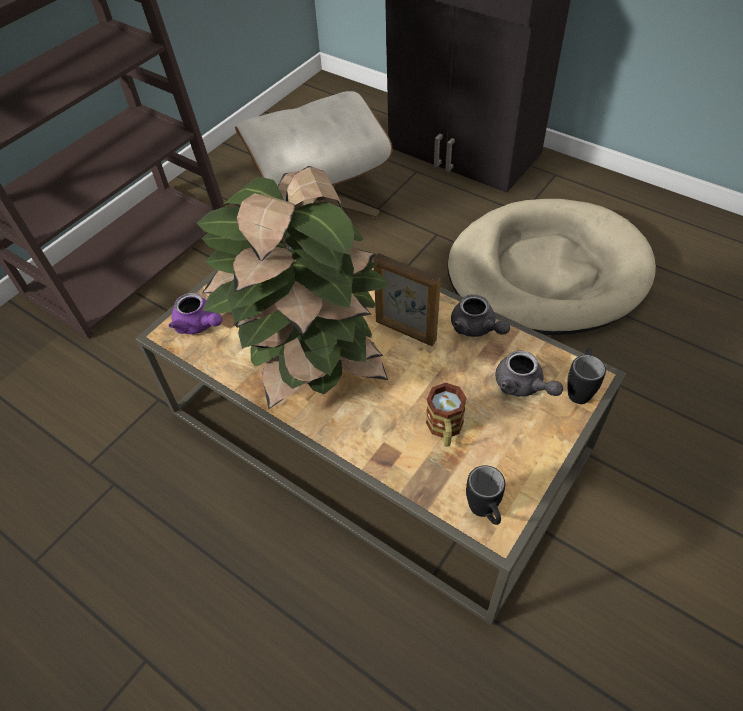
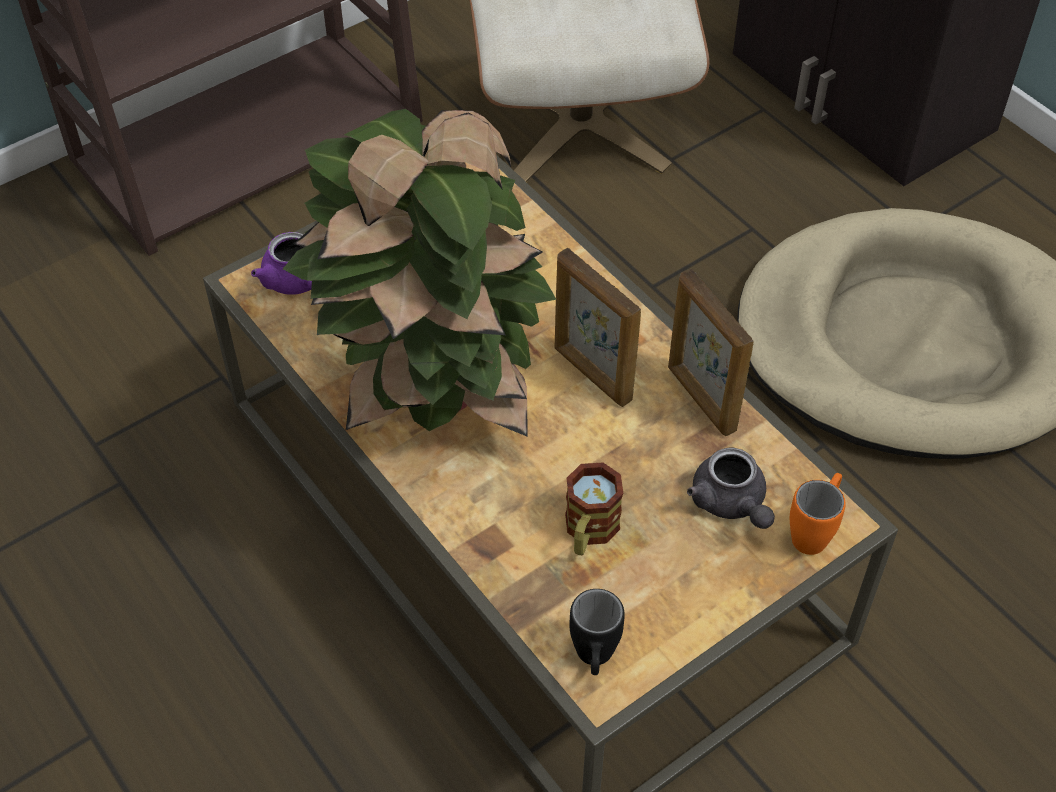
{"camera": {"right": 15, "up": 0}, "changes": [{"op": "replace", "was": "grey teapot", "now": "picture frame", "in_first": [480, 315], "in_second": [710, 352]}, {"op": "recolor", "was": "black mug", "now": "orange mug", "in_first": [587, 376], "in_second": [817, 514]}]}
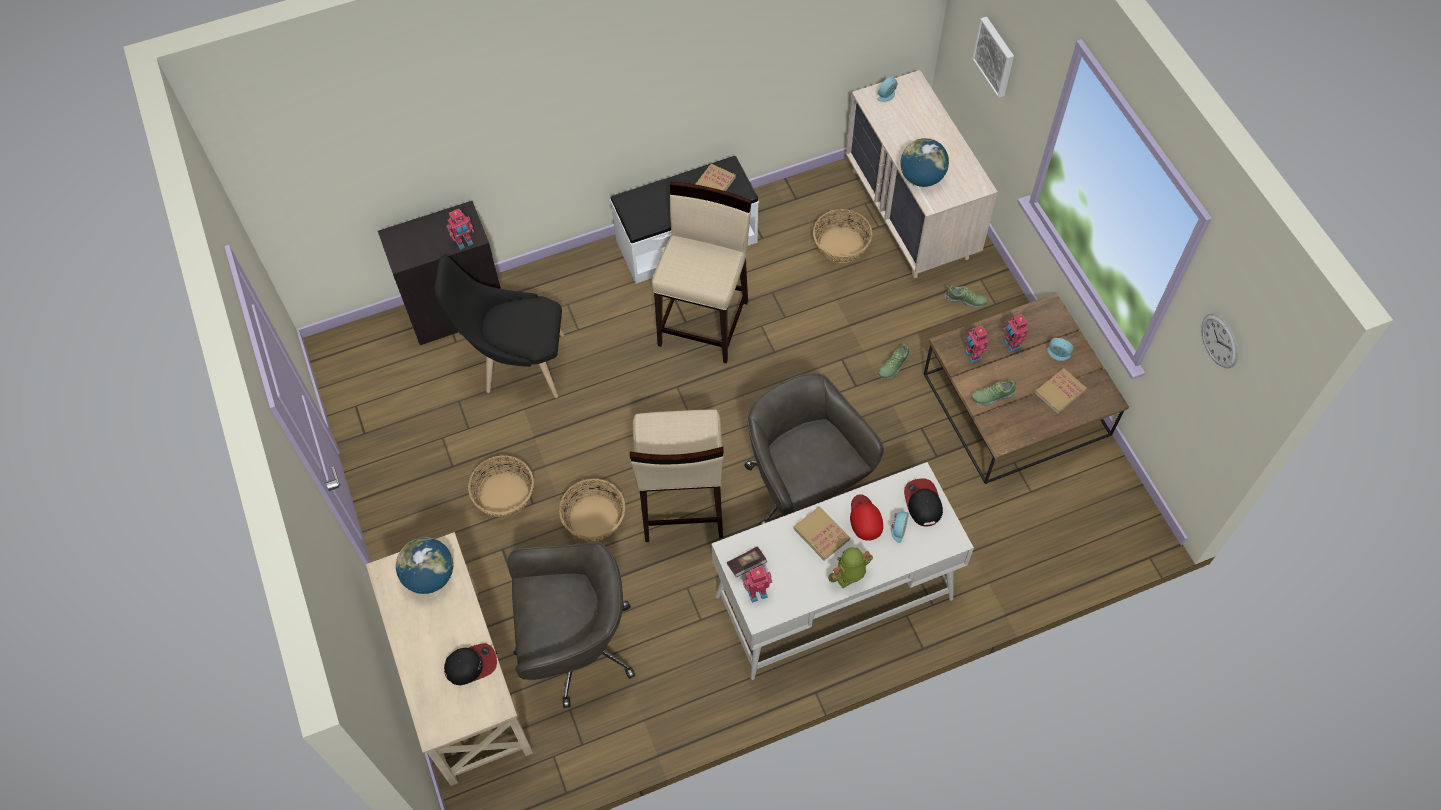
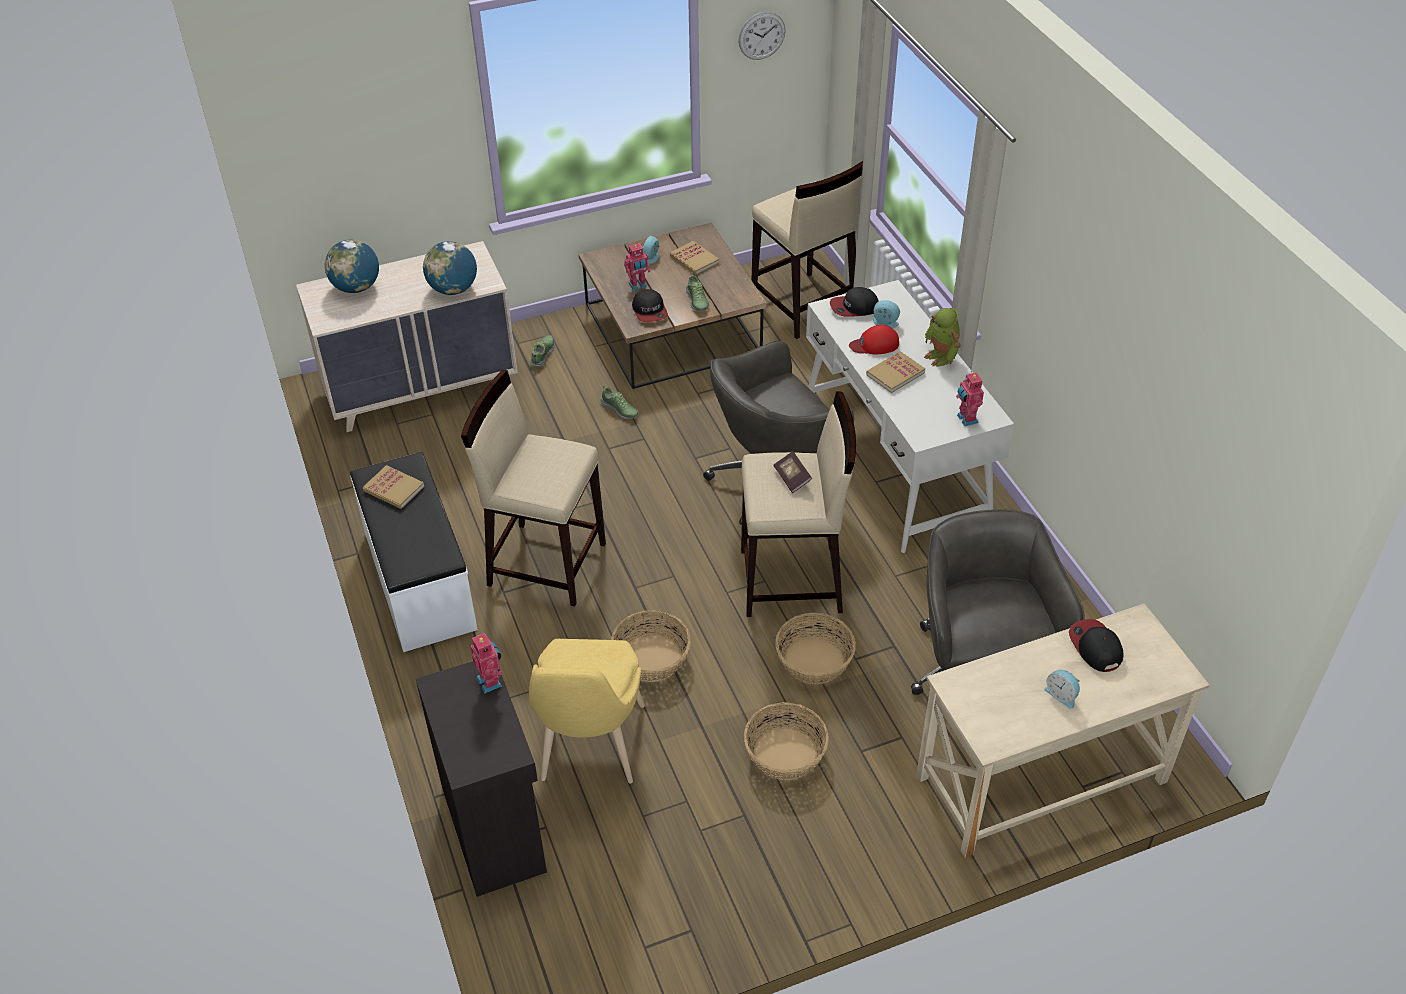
{"camera": {"right": -90, "up": -15}, "changes": [{"op": "move", "was": "globe", "in_first": [424, 565], "in_second": [352, 266]}, {"op": "recolor", "was": "black chair", "now": "yellow chair", "in_first": [500, 326], "in_second": [587, 711]}, {"op": "move", "was": "basket", "in_first": [842, 236], "in_second": [651, 646]}, {"op": "replace", "was": "toy robot", "now": "cap", "in_first": [976, 345], "in_second": [650, 305]}, {"op": "insert", "now": "beige stool", "in_second": [807, 250]}, {"op": "move", "was": "book", "in_first": [747, 561], "in_second": [792, 472]}, {"op": "move", "was": "alarm clock", "in_first": [887, 89], "in_second": [1062, 689]}, {"op": "delete", "was": "picture", "in_first": [993, 57]}]}
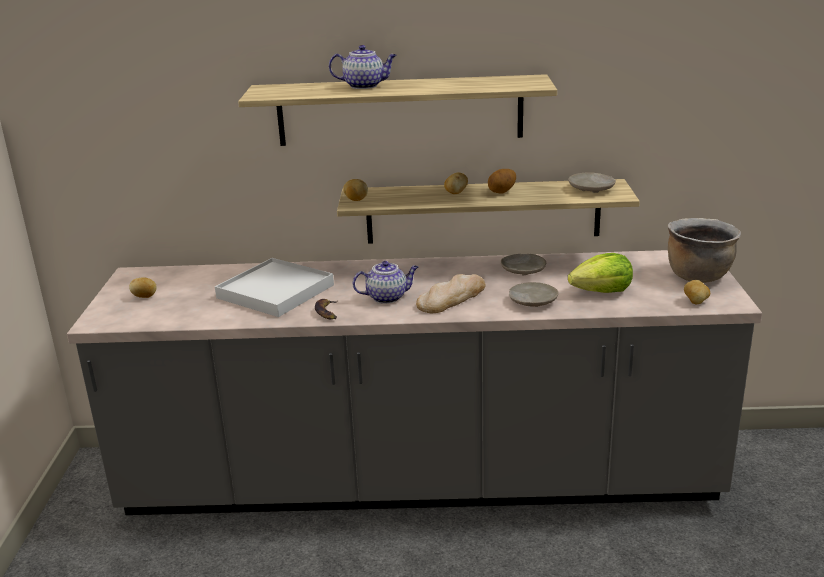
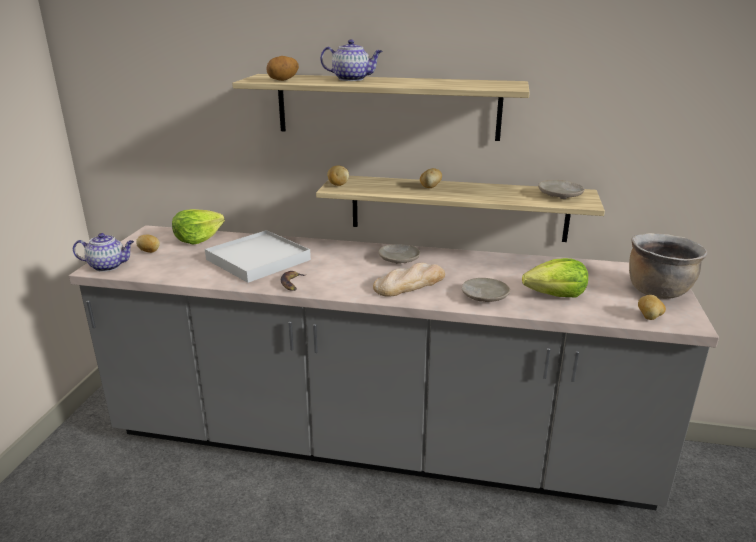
{"camera": {"right": 10, "up": 0}, "changes": [{"op": "move", "was": "teapot", "in_first": [385, 282], "in_second": [103, 252]}, {"op": "insert", "now": "lettuce", "in_second": [198, 227]}, {"op": "move", "was": "potato", "in_first": [502, 181], "in_second": [282, 68]}, {"op": "move", "was": "beige plate", "in_first": [523, 265], "in_second": [399, 254]}]}
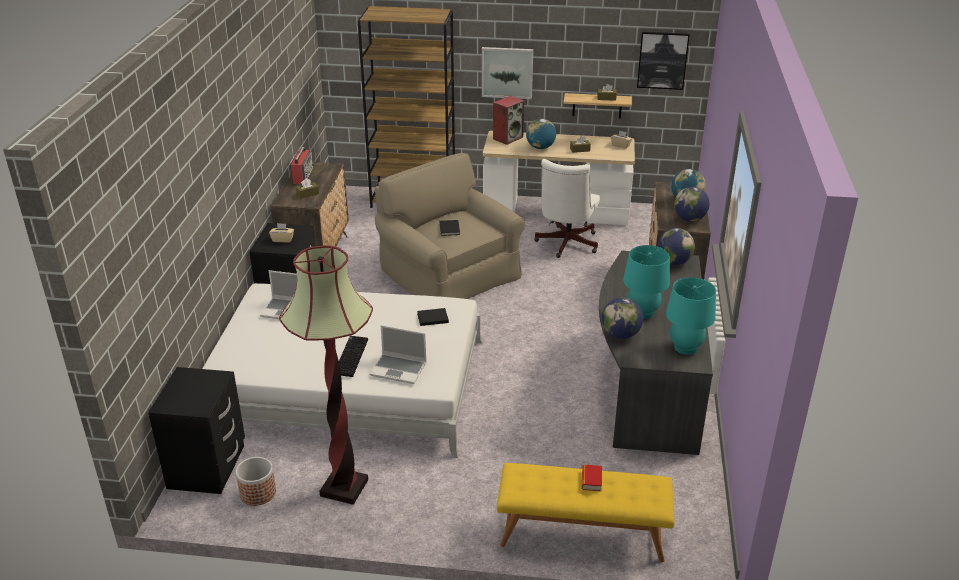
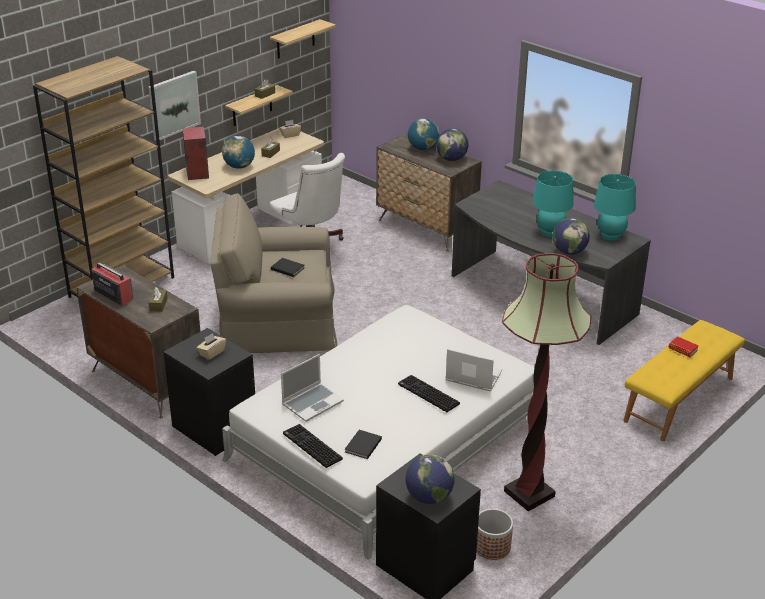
{"camera": {"right": -55, "up": 0}, "changes": [{"op": "replace", "was": "picture", "now": "shelf", "in_first": [663, 61], "in_second": [303, 39]}, {"op": "insert", "now": "keyboard", "in_second": [313, 446]}, {"op": "move", "was": "black book", "in_first": [433, 317], "in_second": [363, 444]}, {"op": "move", "was": "globe", "in_first": [676, 246], "in_second": [429, 479]}, {"op": "rotate", "was": "laptop", "in_first": [398, 354], "in_second": [473, 370], "clockwise": -120}]}
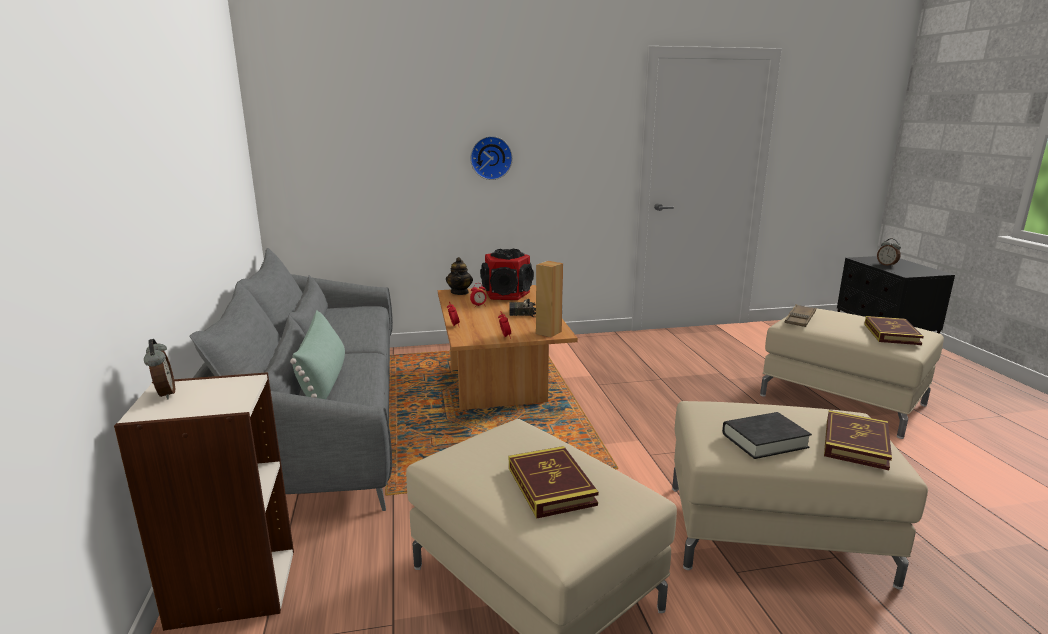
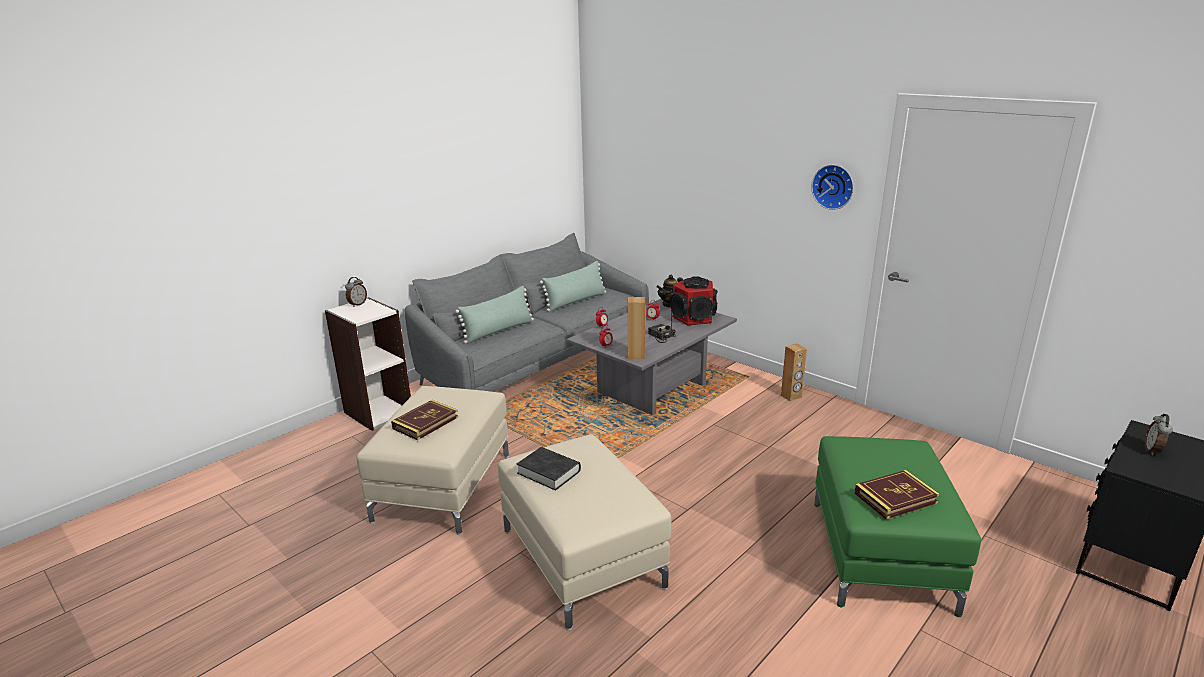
{"camera": {"right": 55, "up": 5}, "changes": [{"op": "insert", "now": "green pillow", "in_second": [573, 286]}, {"op": "recolor", "was": "brown coffee table", "now": "grey coffee table", "in_first": [508, 347], "in_second": [652, 357]}, {"op": "insert", "now": "brown speaker", "in_second": [794, 372]}, {"op": "move", "was": "wall clock", "in_first": [491, 158], "in_second": [832, 187]}, {"op": "recolor", "was": "beige ottoman", "now": "green ottoman", "in_first": [852, 373], "in_second": [897, 526]}, {"op": "delete", "was": "brown tray", "in_first": [800, 315]}, {"op": "delete", "was": "book", "in_first": [858, 440]}]}
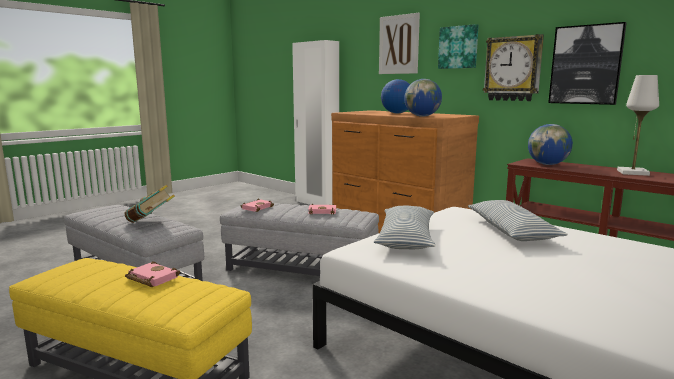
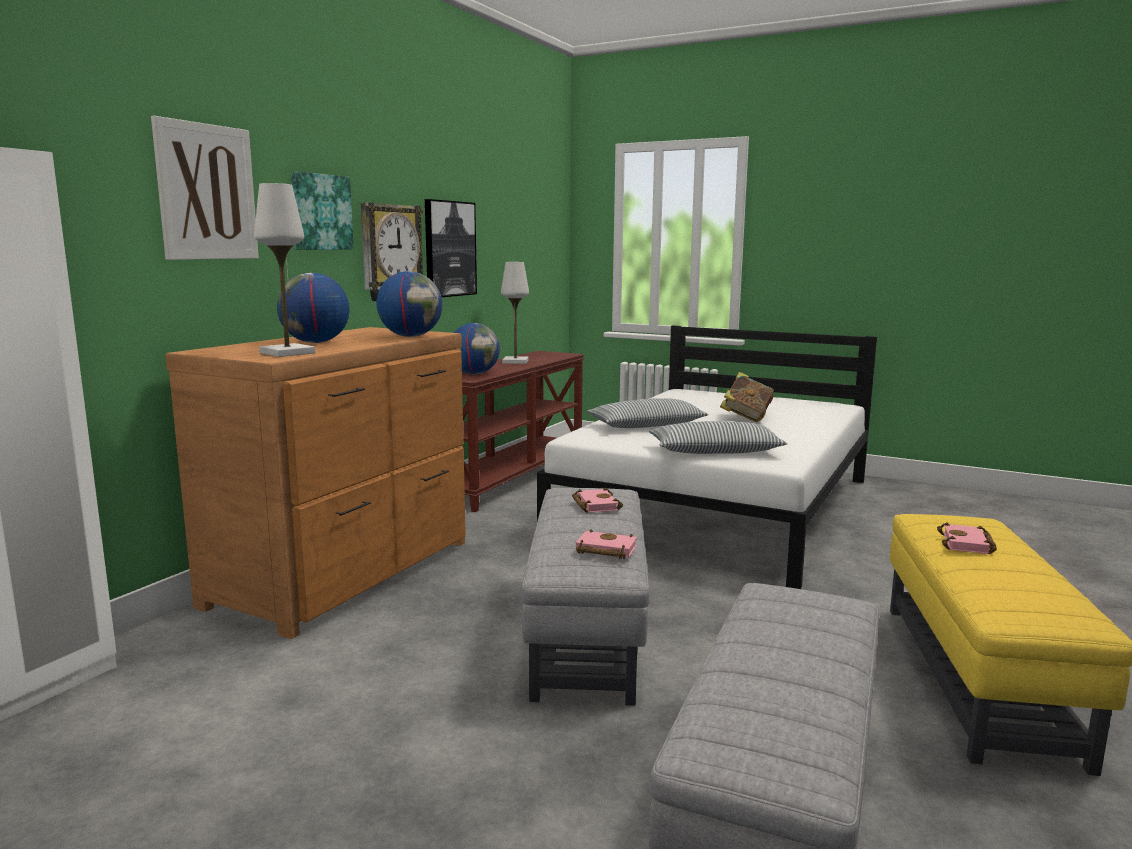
{"camera": {"right": -105, "up": 0}, "changes": [{"op": "insert", "now": "white table lamp", "in_second": [285, 270]}, {"op": "move", "was": "book", "in_first": [149, 204], "in_second": [747, 397]}]}
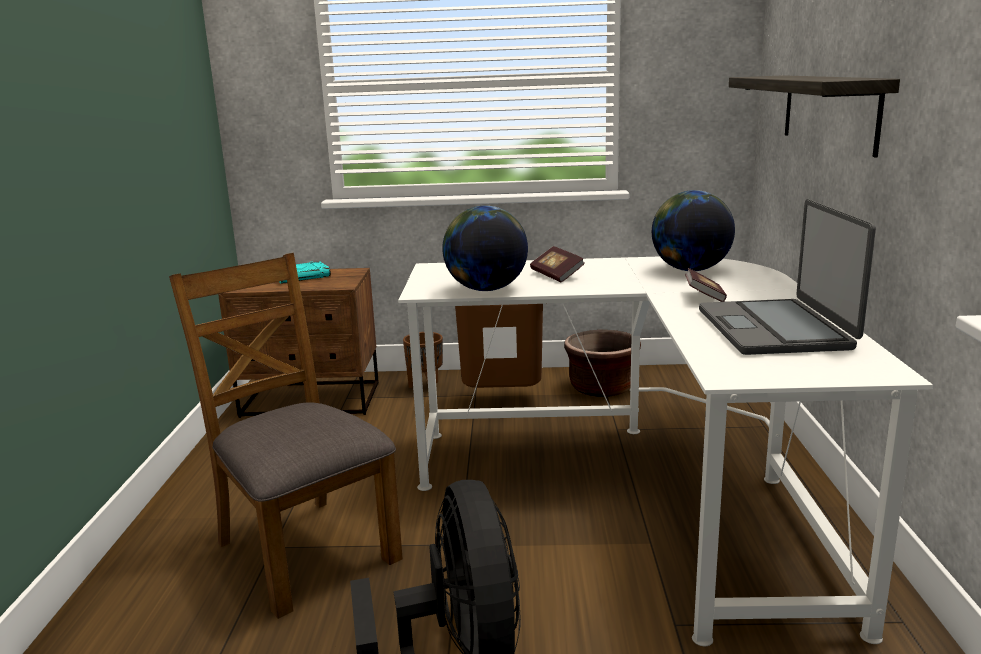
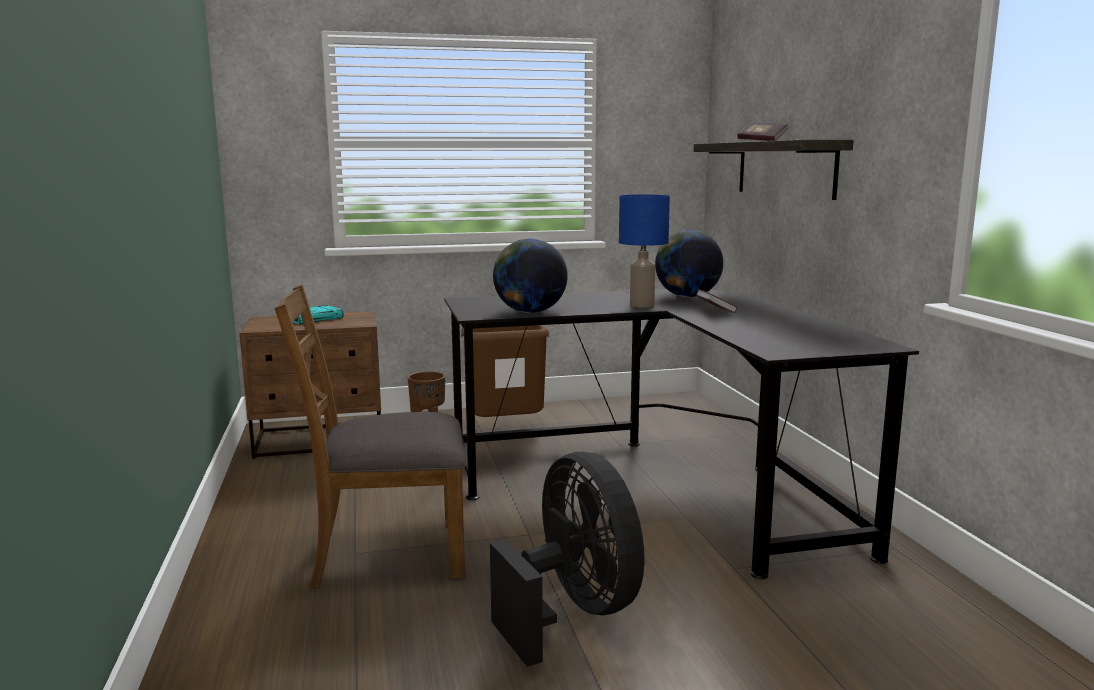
{"camera": {"right": -15, "up": -5}, "changes": [{"op": "rotate", "was": "brown chair", "in_first": [286, 436], "in_second": [371, 436], "clockwise": -45}, {"op": "recolor", "was": "white desk", "now": "black desk", "in_first": [665, 451], "in_second": [681, 434]}, {"op": "insert", "now": "blue table lamp", "in_second": [644, 250]}, {"op": "move", "was": "book", "in_first": [557, 264], "in_second": [762, 131]}, {"op": "delete", "was": "brown planter", "in_first": [602, 363]}, {"op": "delete", "was": "laptop", "in_first": [787, 277]}]}
